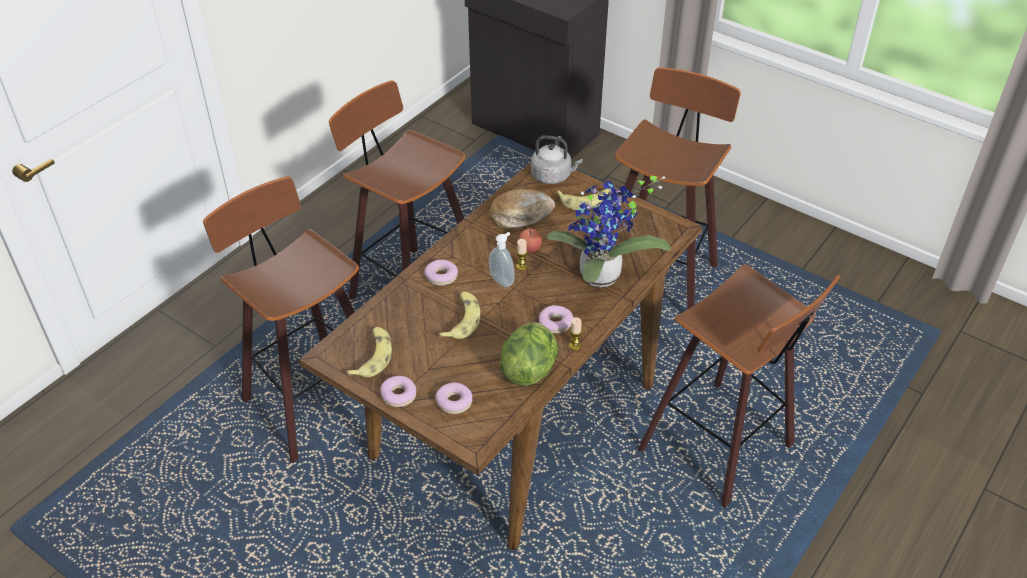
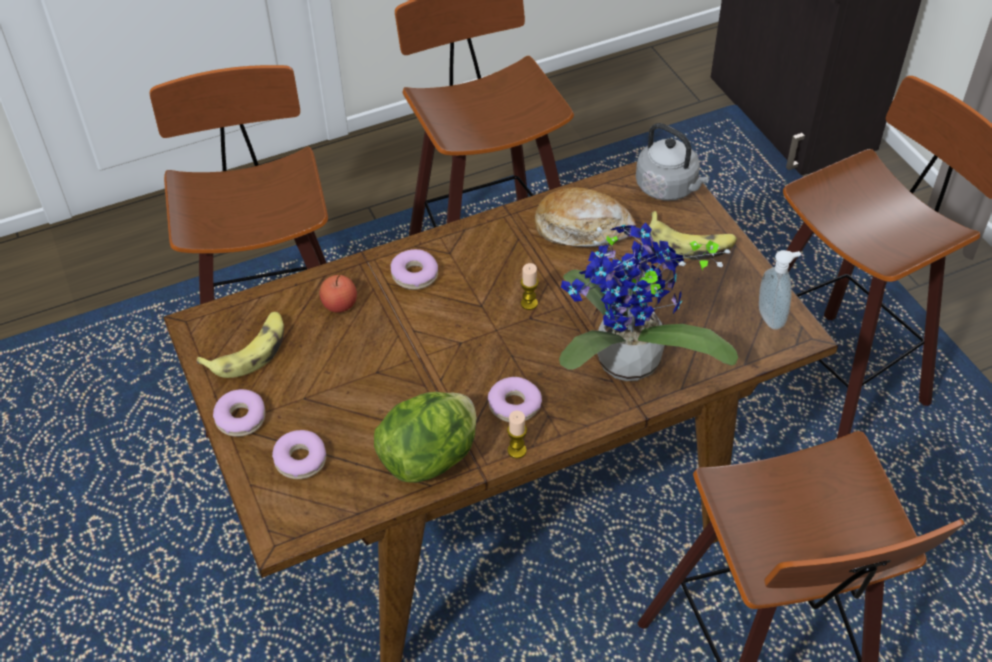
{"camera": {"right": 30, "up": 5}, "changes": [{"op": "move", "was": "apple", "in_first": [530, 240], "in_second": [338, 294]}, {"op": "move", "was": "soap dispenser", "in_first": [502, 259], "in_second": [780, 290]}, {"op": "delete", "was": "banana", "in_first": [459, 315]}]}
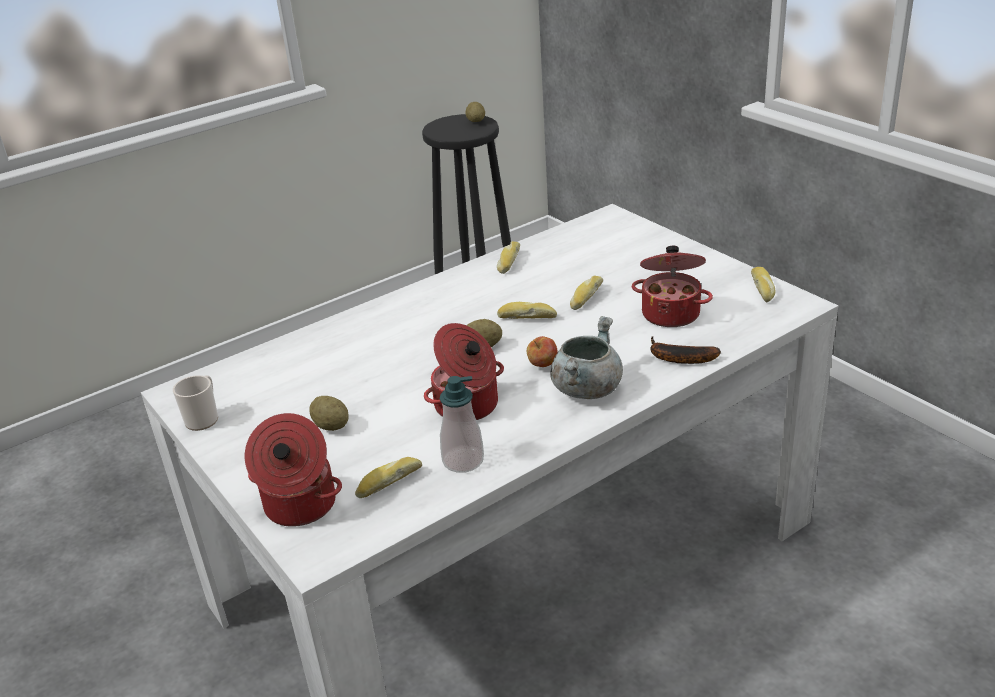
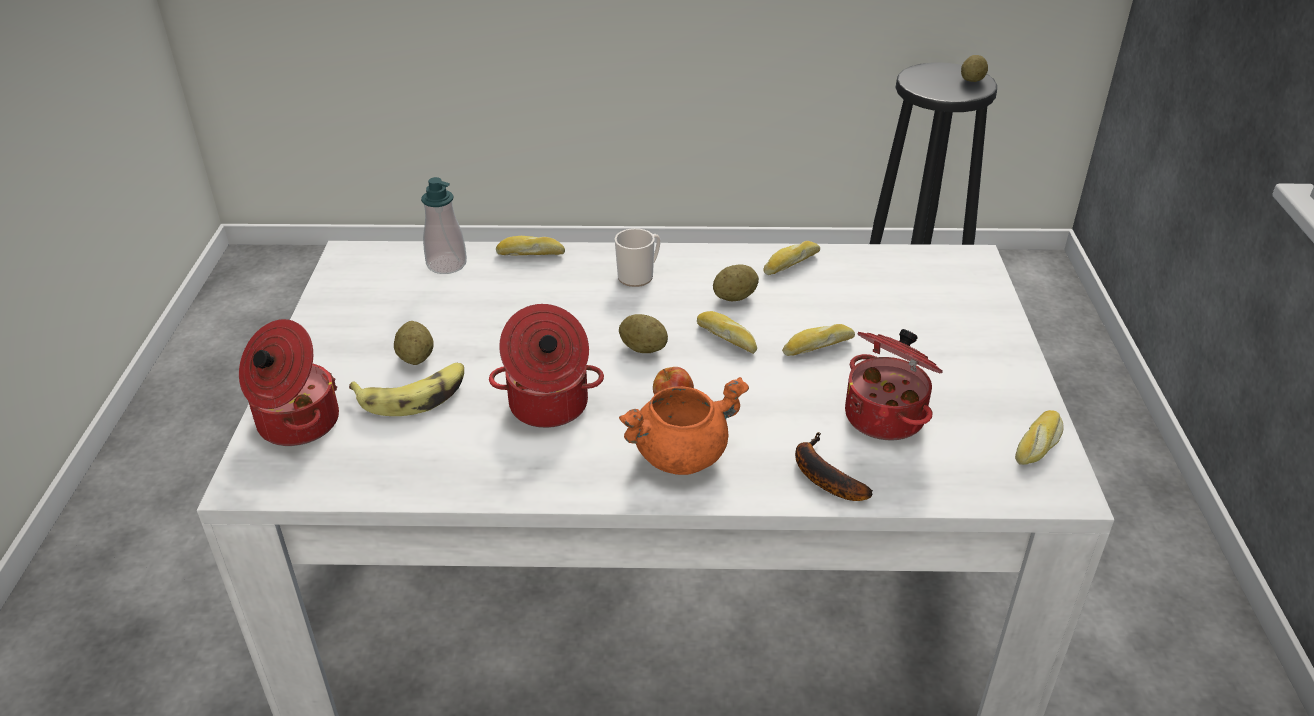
{"camera": {"right": 35, "up": 5}, "changes": [{"op": "insert", "now": "banana", "in_second": [406, 389]}, {"op": "move", "was": "soap dispenser", "in_first": [462, 424], "in_second": [444, 225]}, {"op": "move", "was": "bread", "in_first": [388, 477], "in_second": [530, 245]}, {"op": "move", "was": "mug", "in_first": [195, 403], "in_second": [638, 257]}, {"op": "recolor", "was": "grey cooking pot", "now": "orange cooking pot", "in_first": [586, 357], "in_second": [684, 426]}, {"op": "insert", "now": "potato", "in_second": [736, 282]}]}
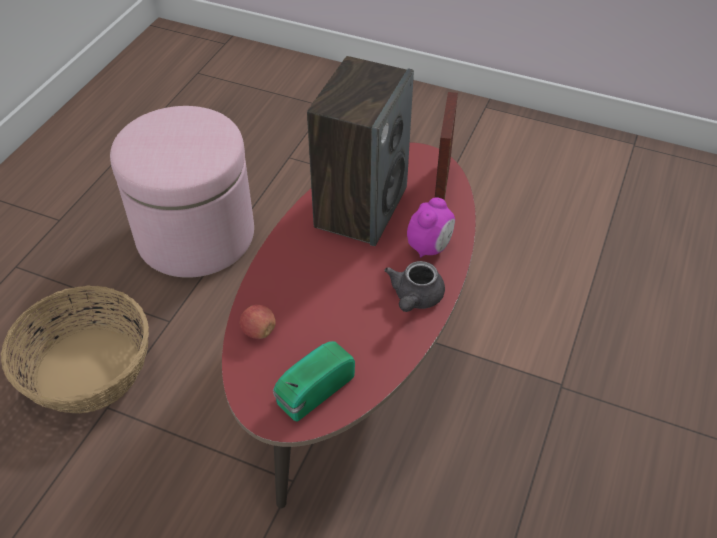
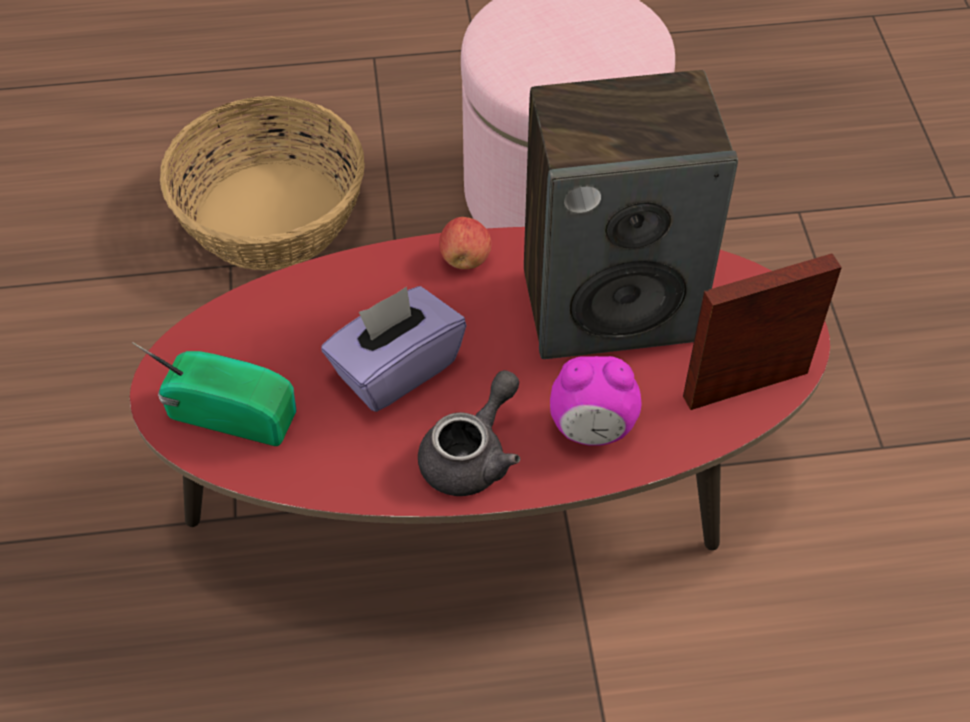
{"camera": {"right": 60, "up": 5}, "changes": [{"op": "insert", "now": "purple tissue box", "in_second": [393, 349]}, {"op": "rotate", "was": "grey teapot", "in_first": [415, 286], "in_second": [469, 433], "clockwise": 135}, {"op": "move", "was": "apple", "in_first": [258, 322], "in_second": [465, 243]}]}
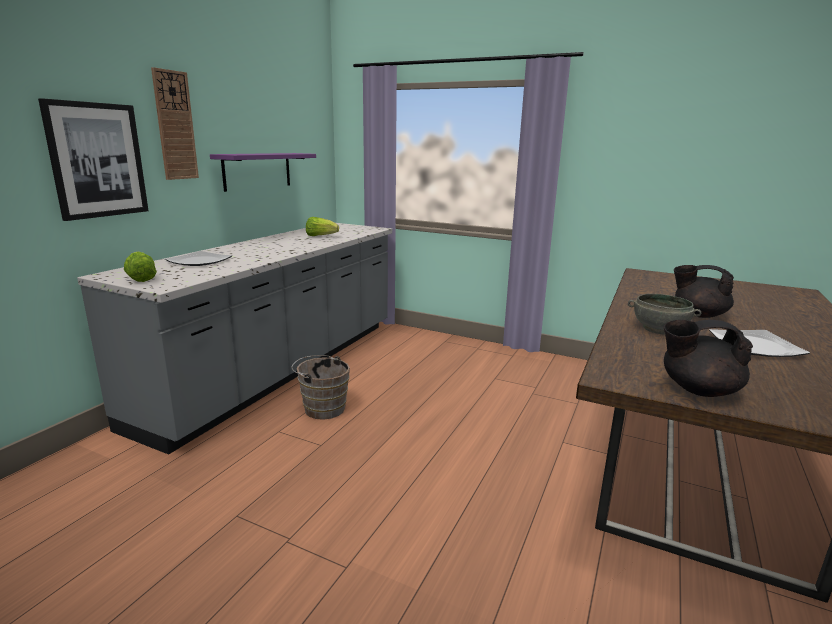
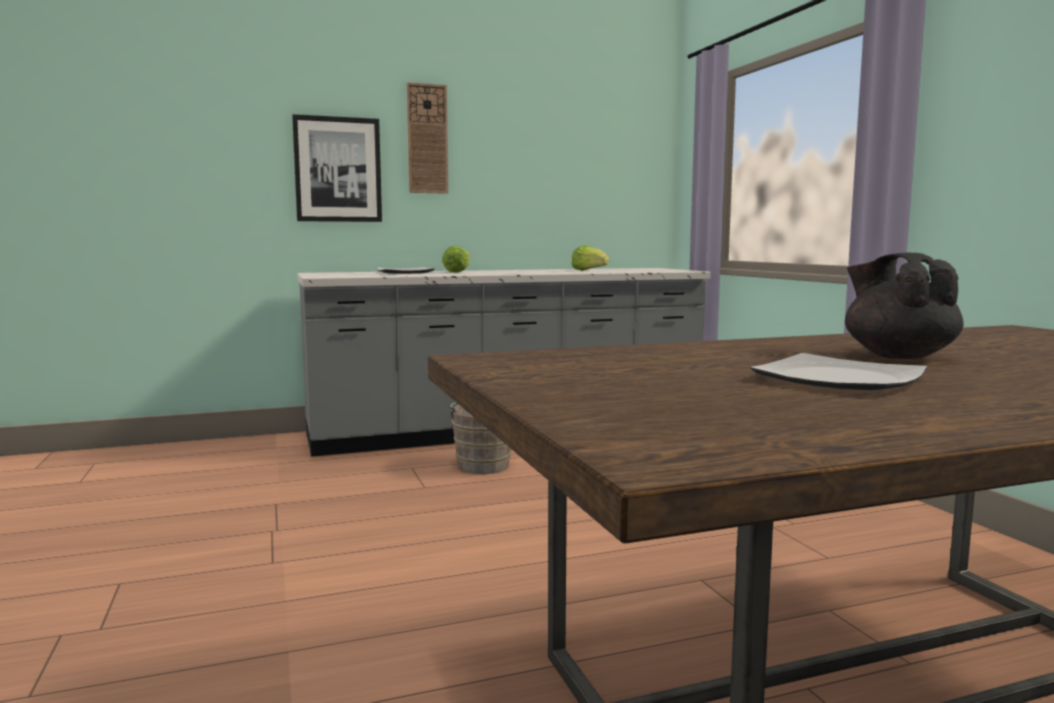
{"camera": {"right": 45, "up": -10}, "changes": [{"op": "move", "was": "lettuce", "in_first": [140, 267], "in_second": [456, 259]}, {"op": "delete", "was": "purple shelf", "in_first": [263, 172]}, {"op": "delete", "was": "grey bowl", "in_first": [664, 314]}, {"op": "delete", "was": "black teapot", "in_first": [708, 358]}]}
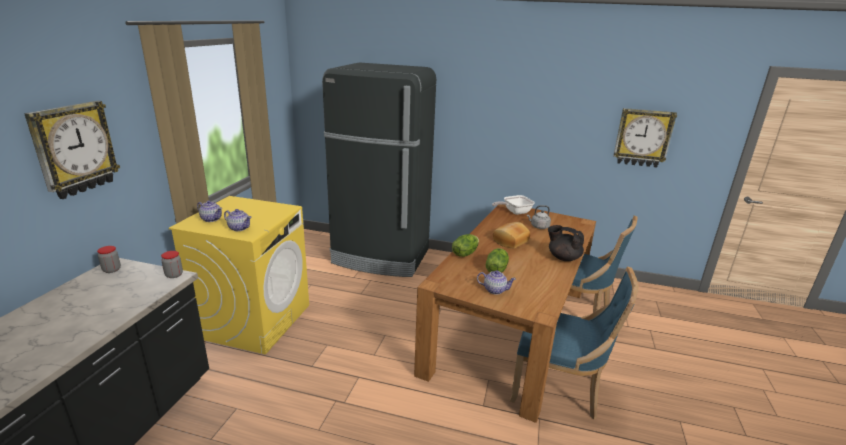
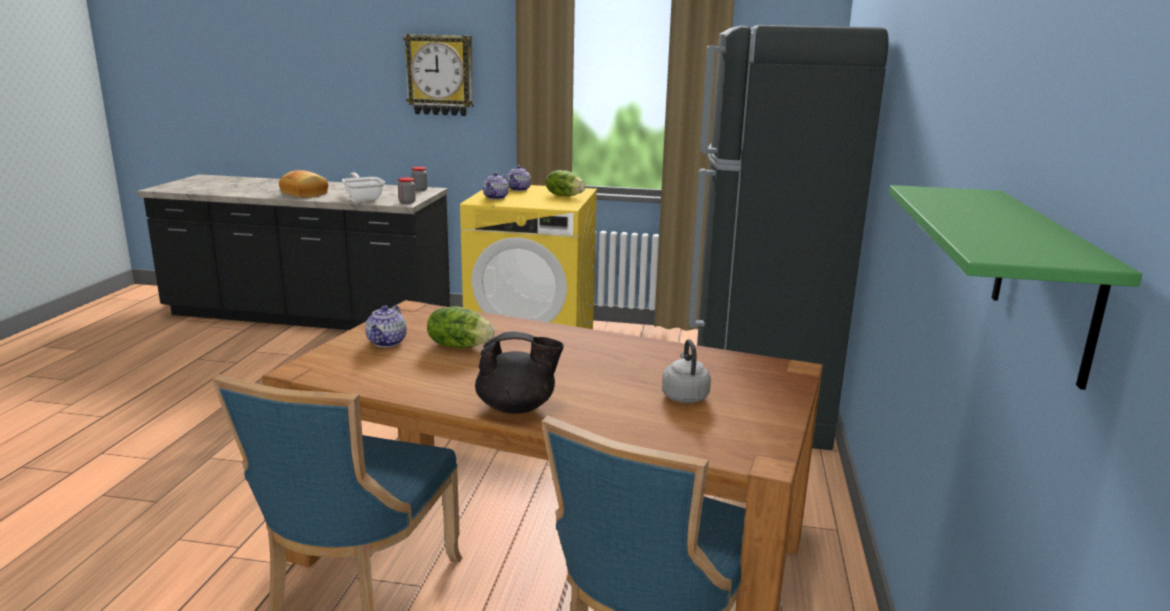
{"camera": {"right": 85, "up": -5}, "changes": [{"op": "move", "was": "bread", "in_first": [511, 235], "in_second": [303, 184]}, {"op": "move", "was": "frying pan", "in_first": [513, 205], "in_second": [363, 187]}, {"op": "rotate", "was": "black teapot", "in_first": [566, 243], "in_second": [519, 372], "clockwise": 60}, {"op": "move", "was": "lettuce", "in_first": [465, 245], "in_second": [566, 183]}, {"op": "replace", "was": "wall clock", "now": "green shelf", "in_first": [645, 138], "in_second": [1015, 287]}]}
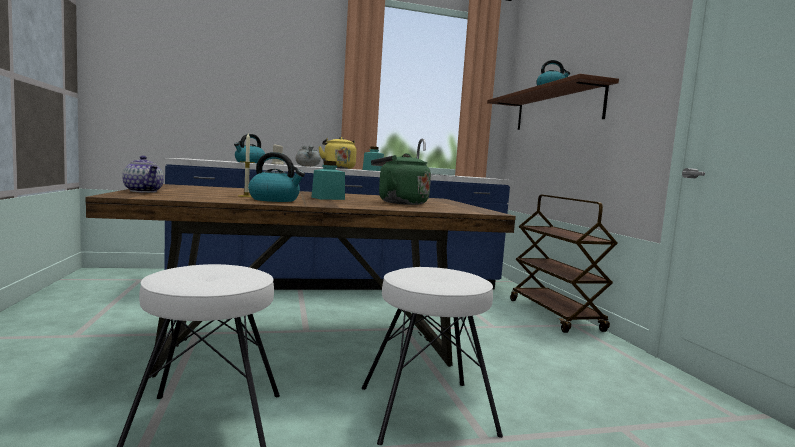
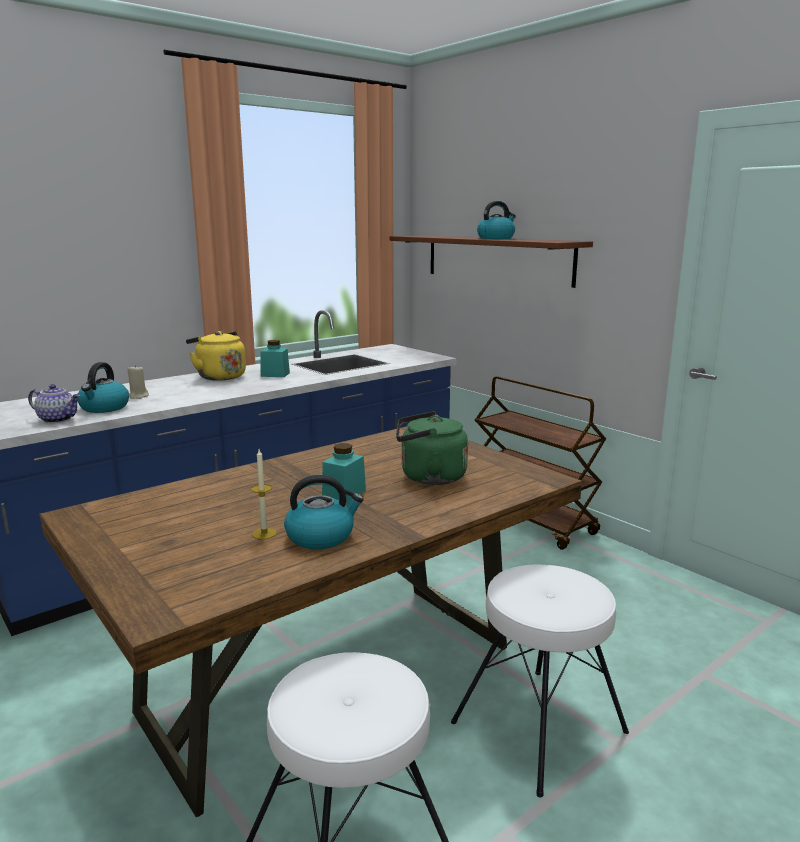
{"camera": {"right": -25, "up": 10}, "changes": [{"op": "move", "was": "teapot", "in_first": [143, 174], "in_second": [54, 403]}, {"op": "delete", "was": "grey cooking pot", "in_first": [308, 156]}]}
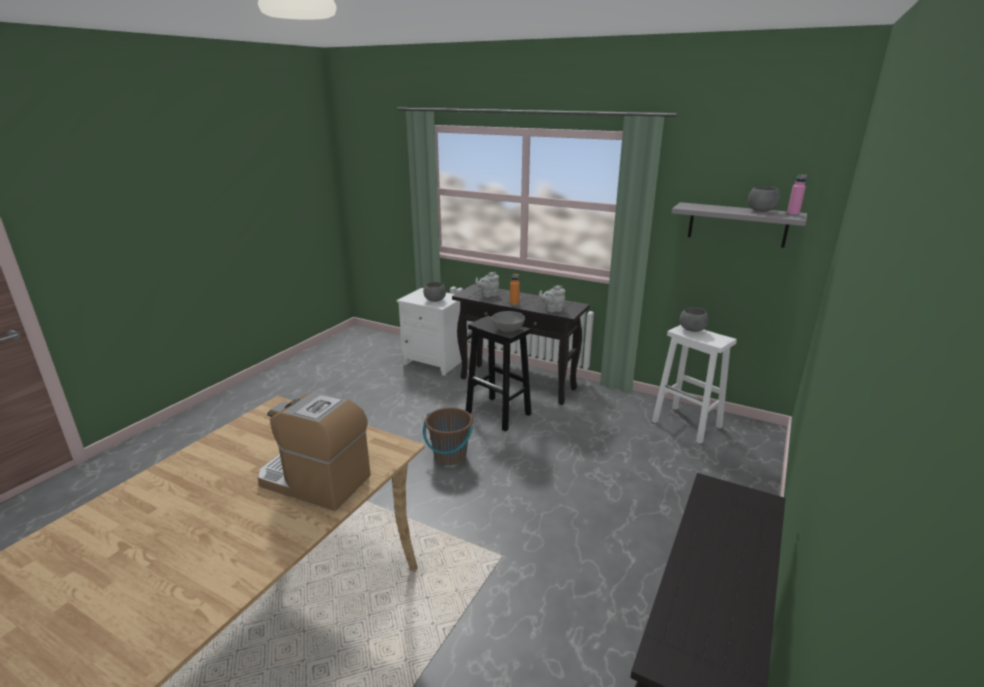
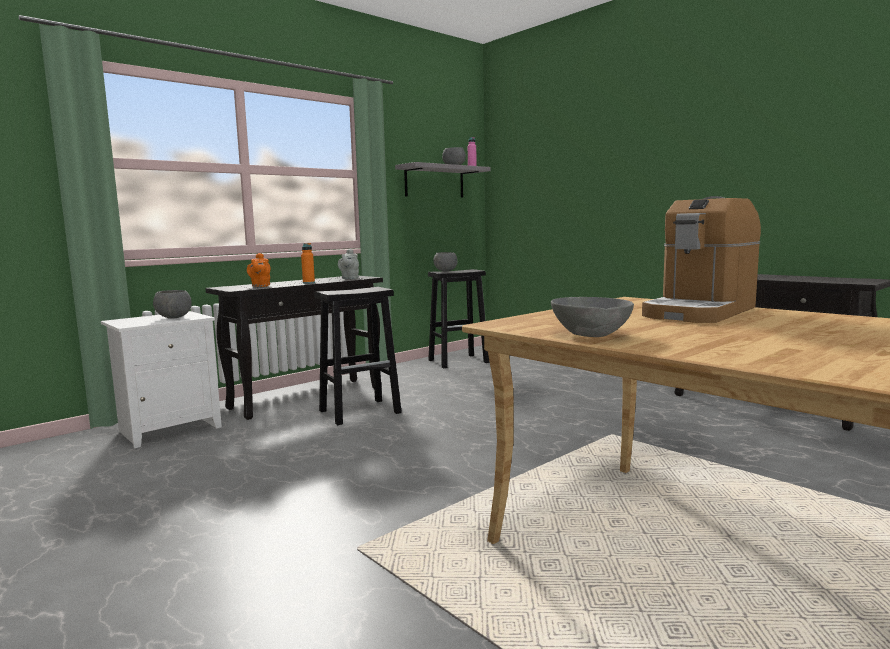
{"camera": {"right": -70, "up": -15}, "changes": [{"op": "recolor", "was": "grey teapot", "now": "orange teapot", "in_first": [487, 285], "in_second": [259, 270]}, {"op": "recolor", "was": "white stool", "now": "black stool", "in_first": [694, 384], "in_second": [458, 318]}, {"op": "move", "was": "grey bowl", "in_first": [508, 321], "in_second": [592, 317]}, {"op": "delete", "was": "brown bucket", "in_first": [448, 436]}]}
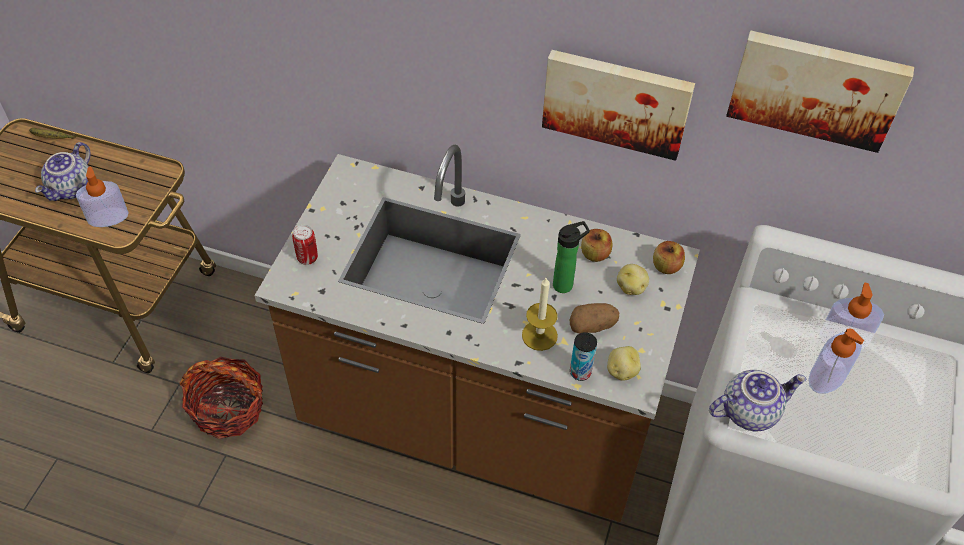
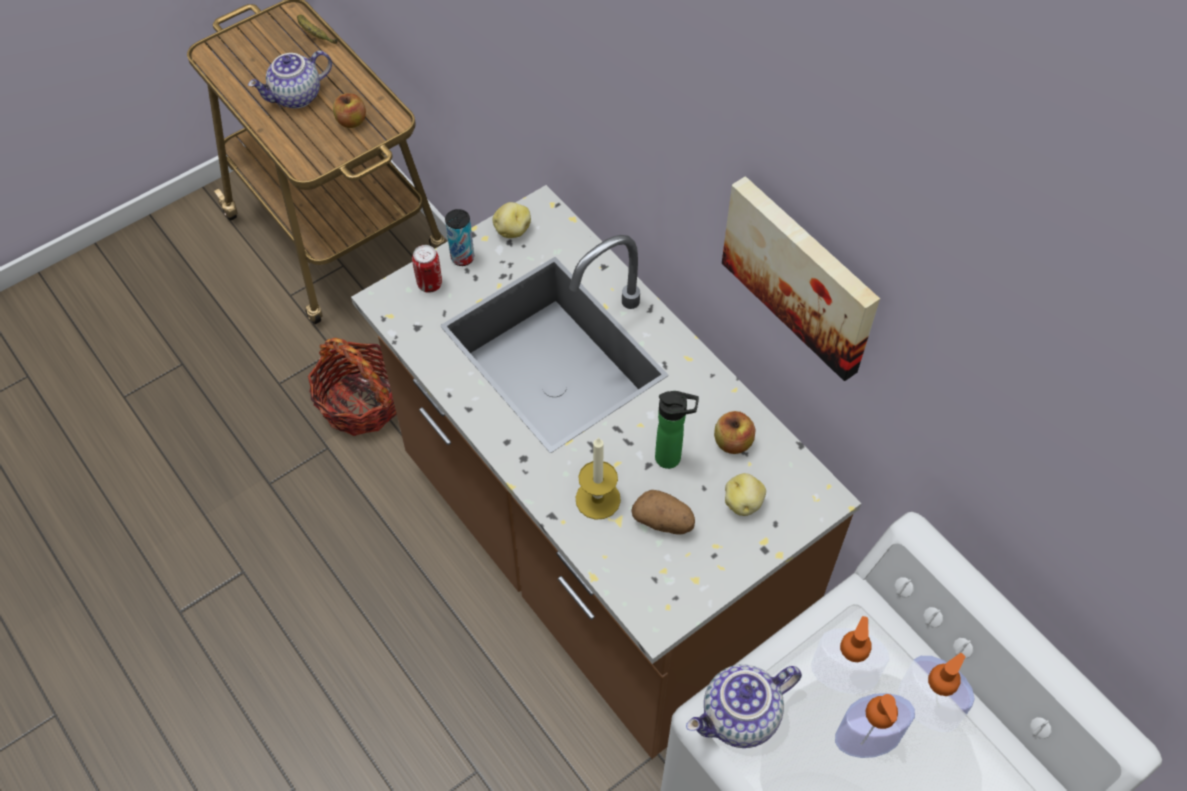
{"camera": {"right": 35, "up": 5}, "changes": [{"op": "move", "was": "apple", "in_first": [669, 257], "in_second": [349, 110]}, {"op": "move", "was": "can", "in_first": [583, 356], "in_second": [459, 237]}, {"op": "move", "was": "potato", "in_first": [624, 363], "in_second": [512, 220]}, {"op": "rotate", "was": "teapot", "in_first": [757, 400], "in_second": [744, 706], "clockwise": 135}, {"op": "move", "was": "soap dispenser", "in_first": [102, 197], "in_second": [850, 655]}, {"op": "delete", "was": "picture", "in_first": [820, 91]}]}
